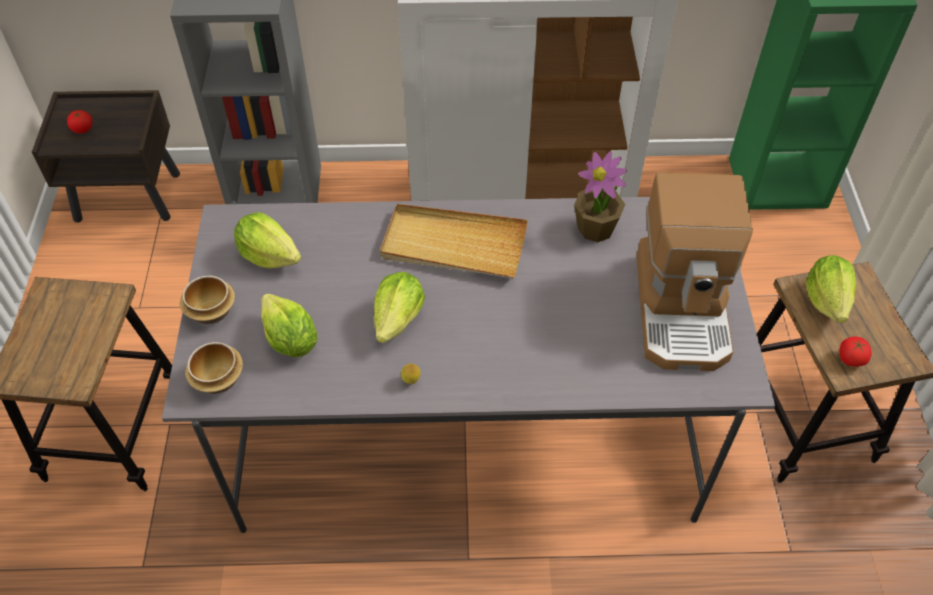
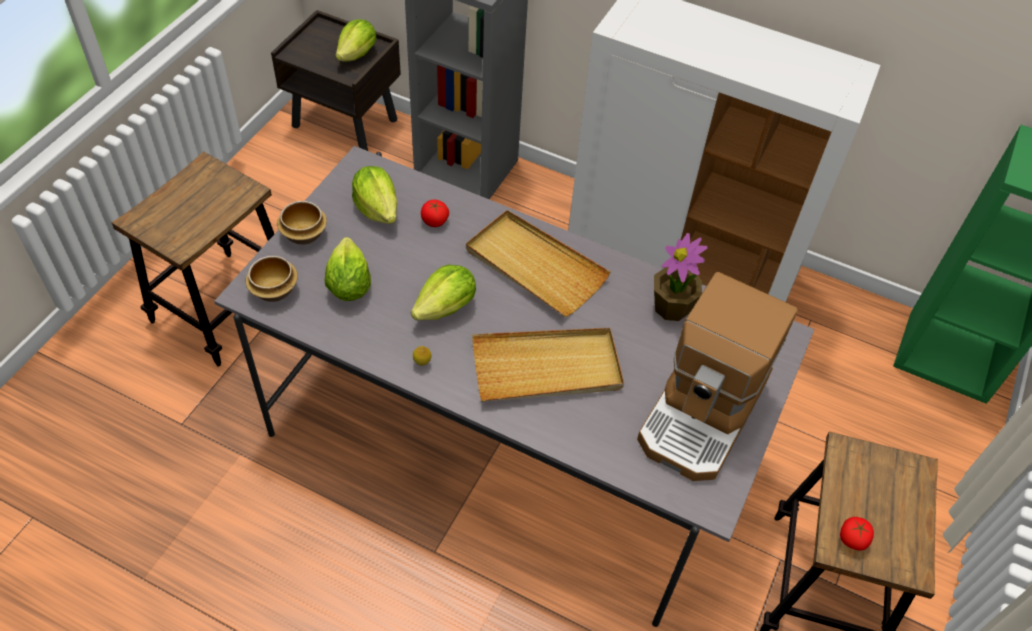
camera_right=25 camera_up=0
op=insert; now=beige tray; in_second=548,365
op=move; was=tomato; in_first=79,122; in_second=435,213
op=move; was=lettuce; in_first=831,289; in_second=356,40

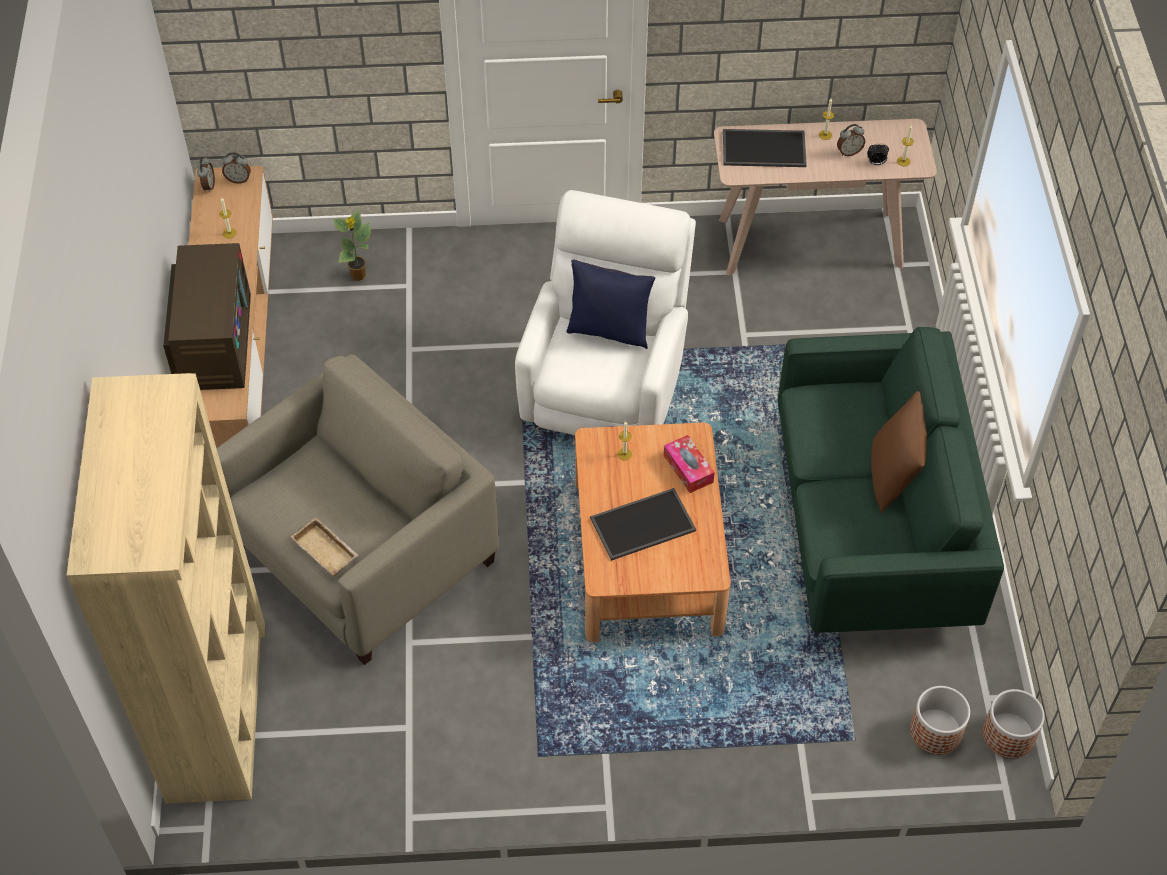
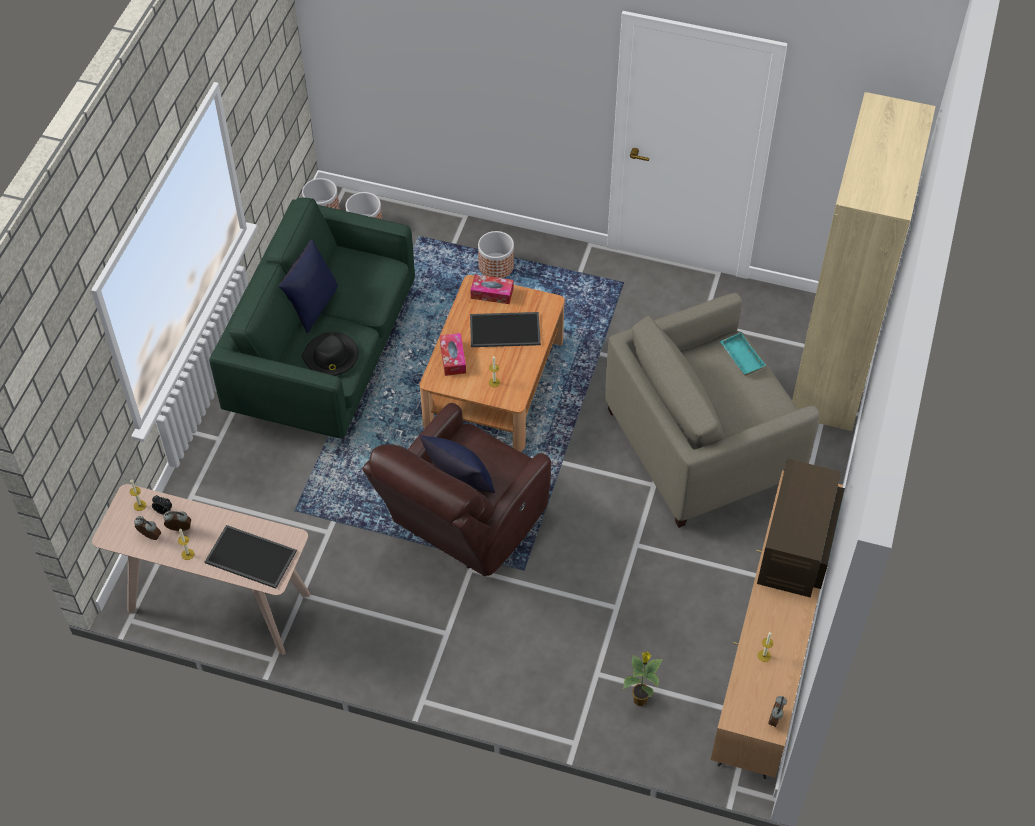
camera_right=-160 camera_up=0
op=insert; now=black hat; in_second=330,354
op=insert; now=tissue box; in_second=491,289
op=insert; now=planter; in_second=496,254
op=move; was=alarm clock; in_first=236,168; in_second=147,528
op=recolor; was=beige tray; now=turquoise tray; in_first=325,547; in_second=743,354
op=recolor; was=white armchair; now=brown armchair; in_first=605,312; in_second=456,489
op=recolor; was=brown pillow; now=blue pillow; in_first=899,452; in_second=308,286

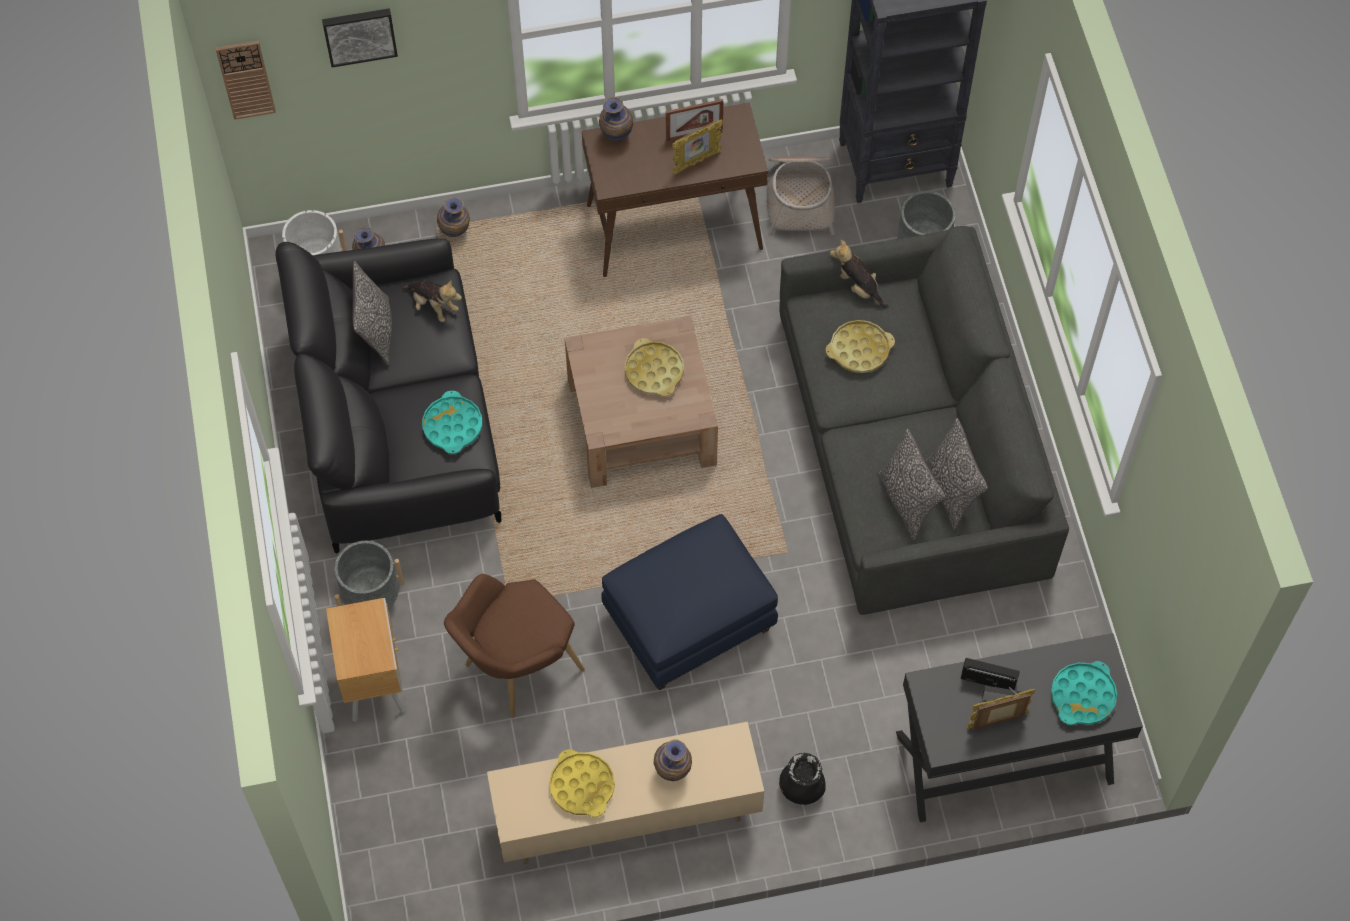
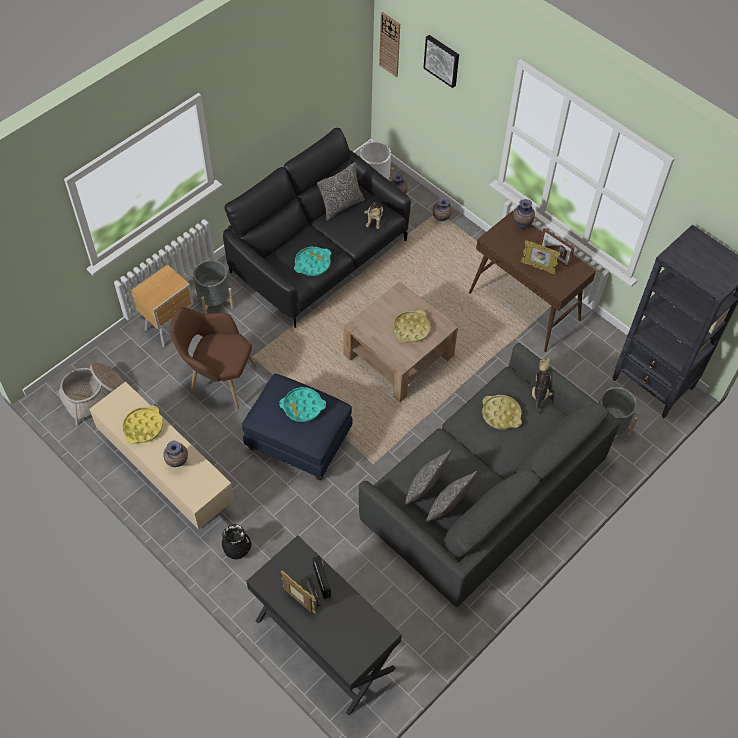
camera_right=55 camera_up=-5
op=move; was=basket; in_first=801,196; in_second=90,394
op=move; was=turquoise tray; in_first=1084,693; in_second=302,404

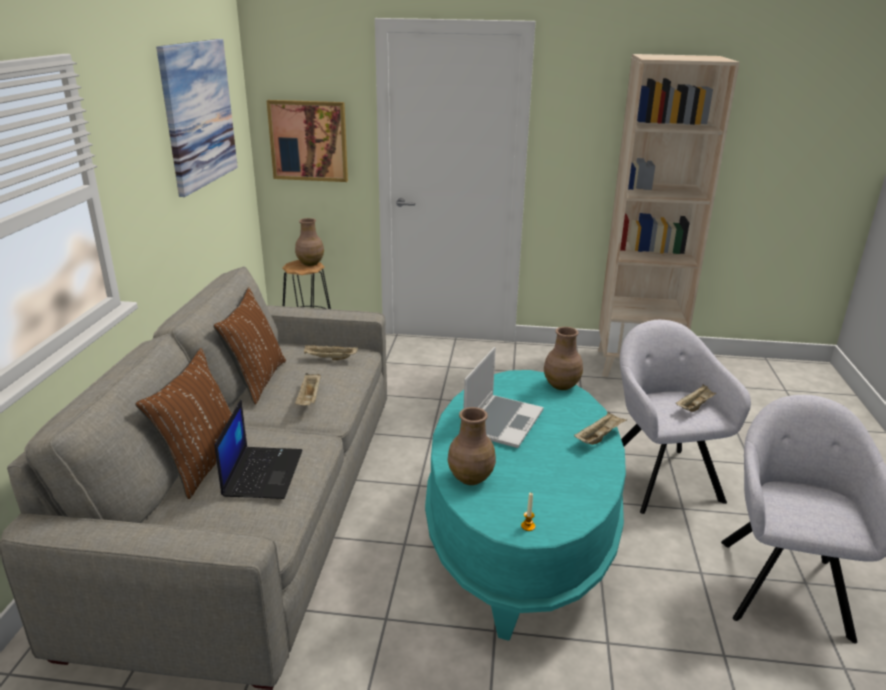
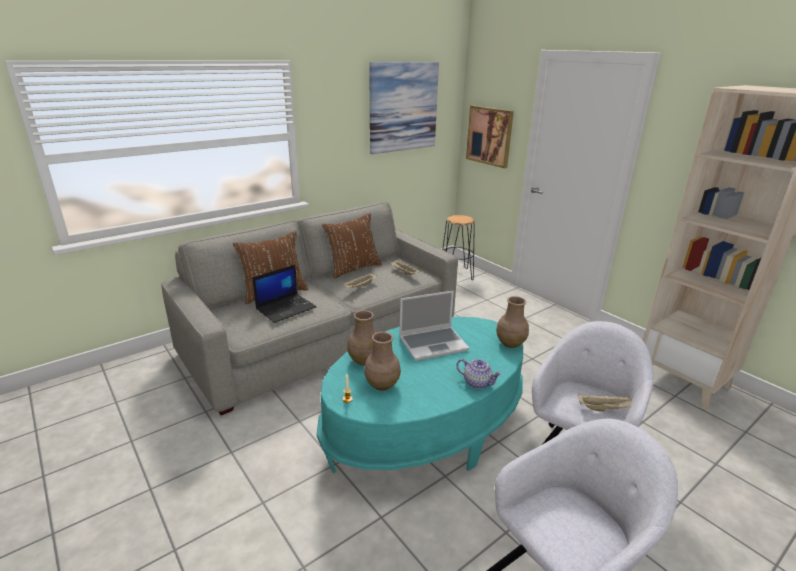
camera_right=45 camera_up=0
op=move; was=brown vase; in_first=309,242; in_second=382,361
op=replace; was=beige tray; now=teapot; in_first=600,428; in_second=479,374

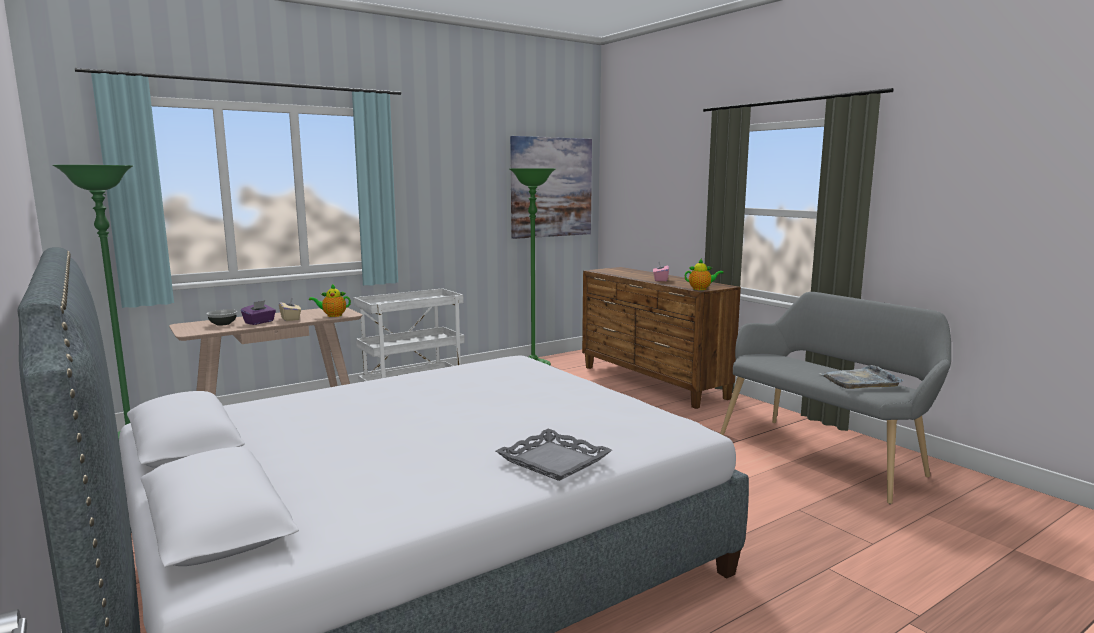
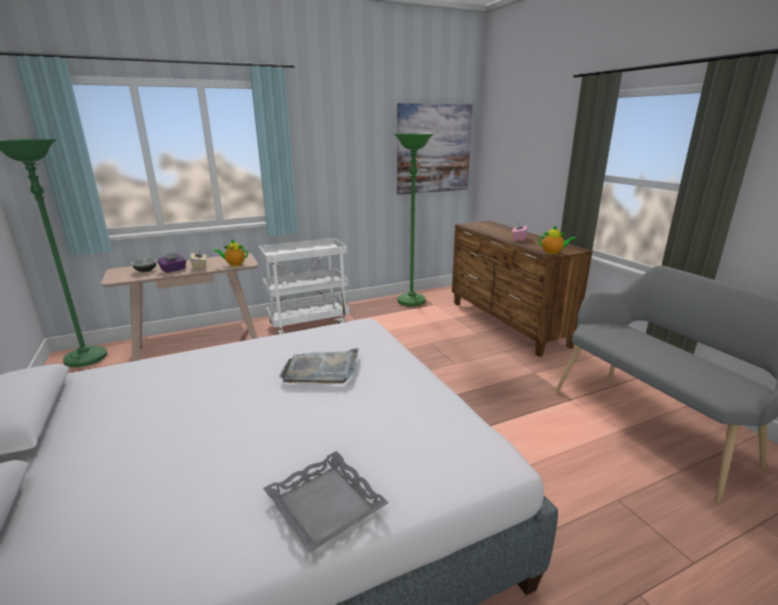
camera_right=10 camera_up=10
op=move; was=grey tray; in_first=861,377; in_second=319,366

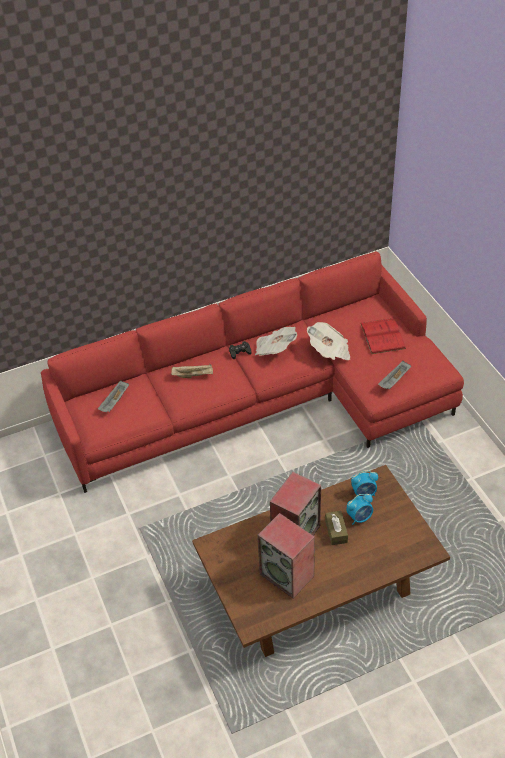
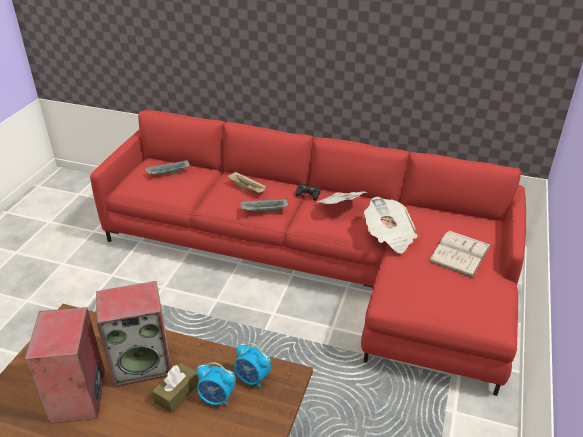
camera_right=40 camera_up=-10
op=move; was=grey tray; in_first=394,375; in_second=264,205
op=recolor; was=red book; now=white book; in_first=383,336; in_second=459,254

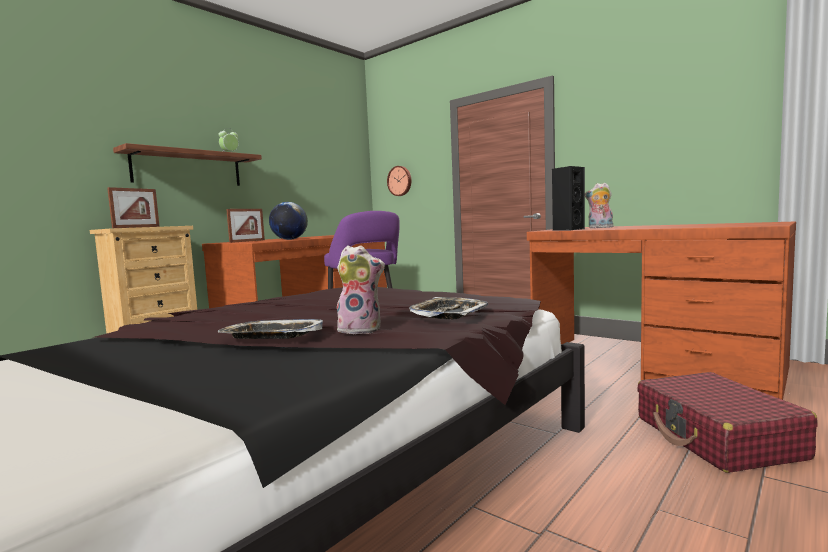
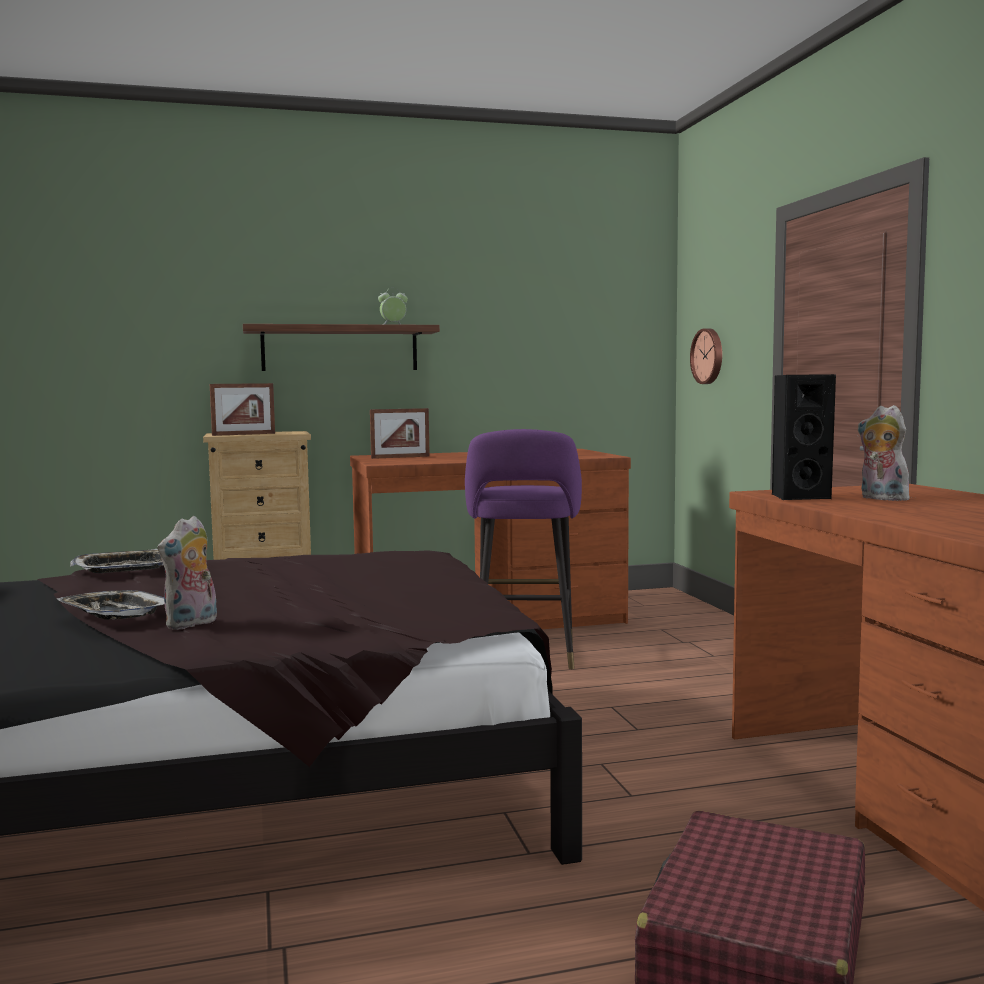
camera_right=35 camera_up=0
op=delete; was=globe; in_first=288,221
op=move; was=tray; in_first=448,308; in_second=116,561
op=rotate; was=plush toy; in_first=360,289; in_second=187,573; clockwise=75

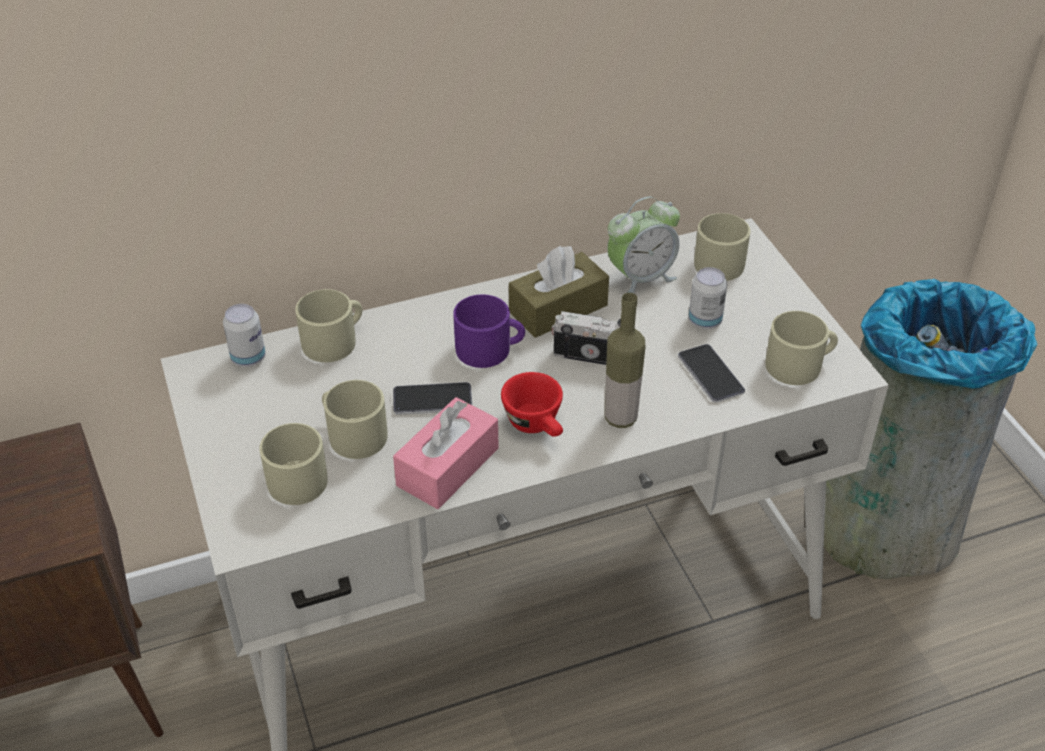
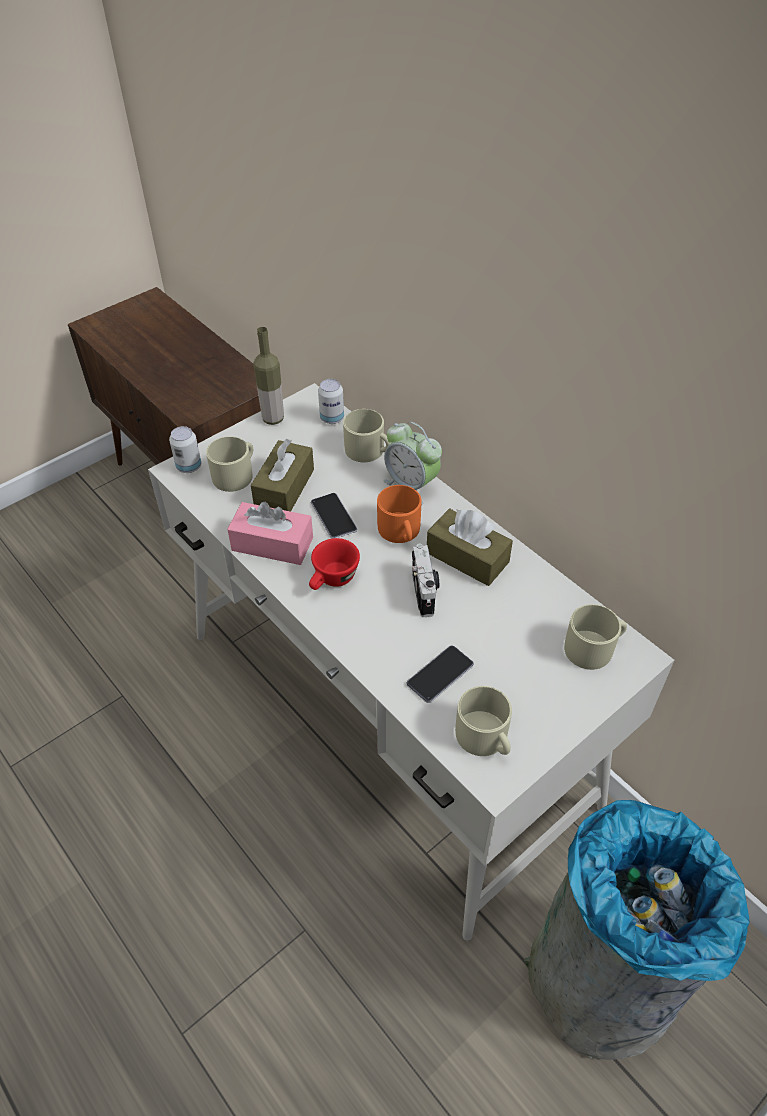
camera_right=70 camera_up=5
op=move; was=bottle; in_first=625,360; in_second=268,376
op=move; was=alarm clock; in_first=643,246; in_second=412,463
op=move; was=can; in_first=707,298; in_second=185,449
op=replace; was=beige mug; now=brown tissue box; in_first=354,419; in_second=282,475
op=recolor; was=purple mug; now=orange mug; in_first=489,331; in_second=399,514

